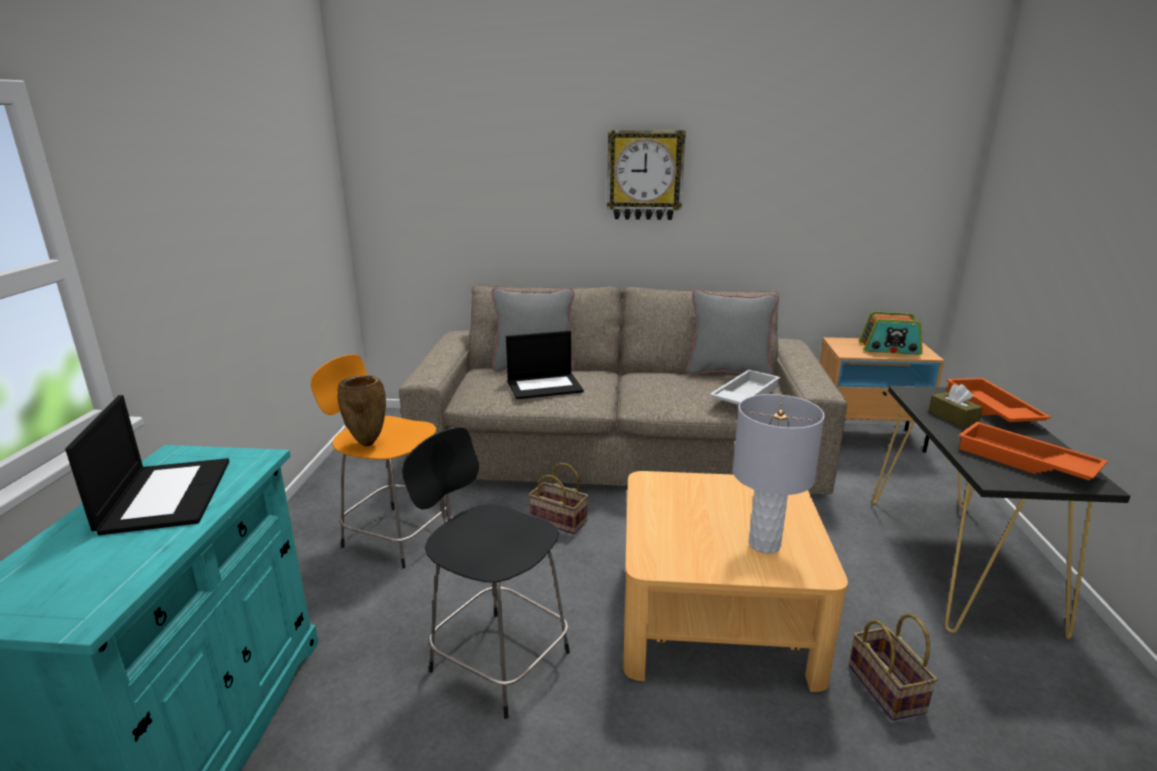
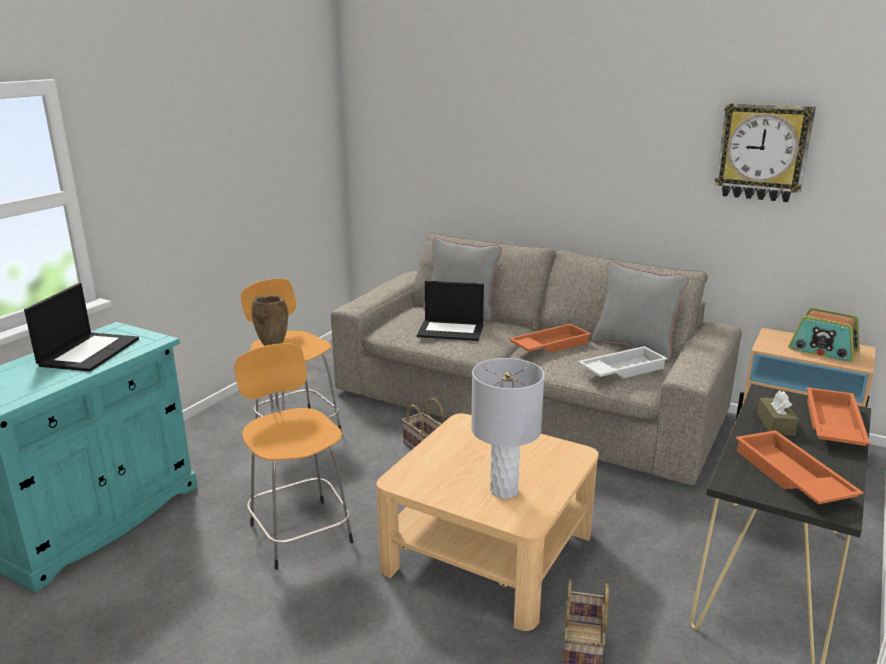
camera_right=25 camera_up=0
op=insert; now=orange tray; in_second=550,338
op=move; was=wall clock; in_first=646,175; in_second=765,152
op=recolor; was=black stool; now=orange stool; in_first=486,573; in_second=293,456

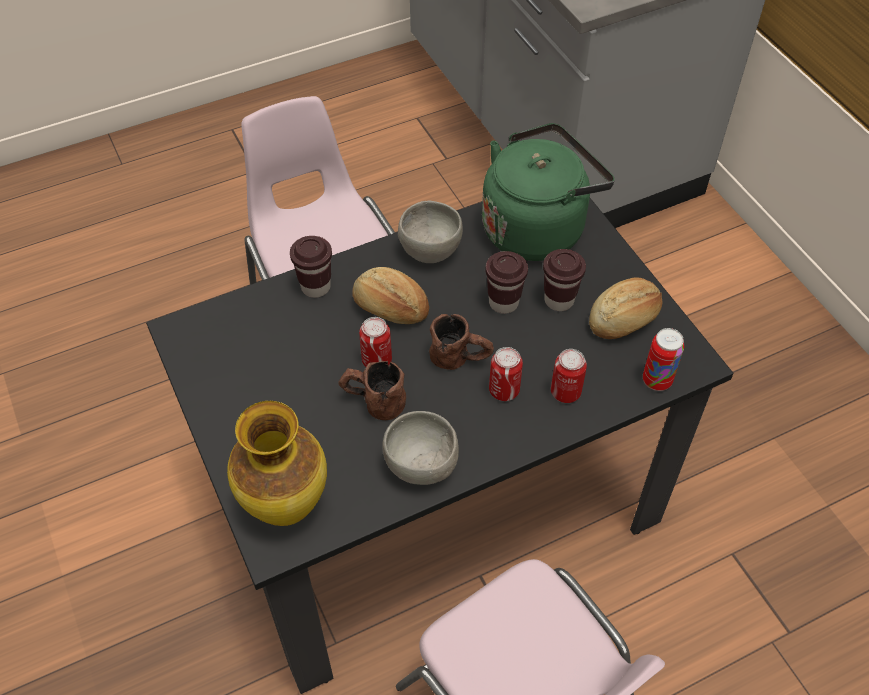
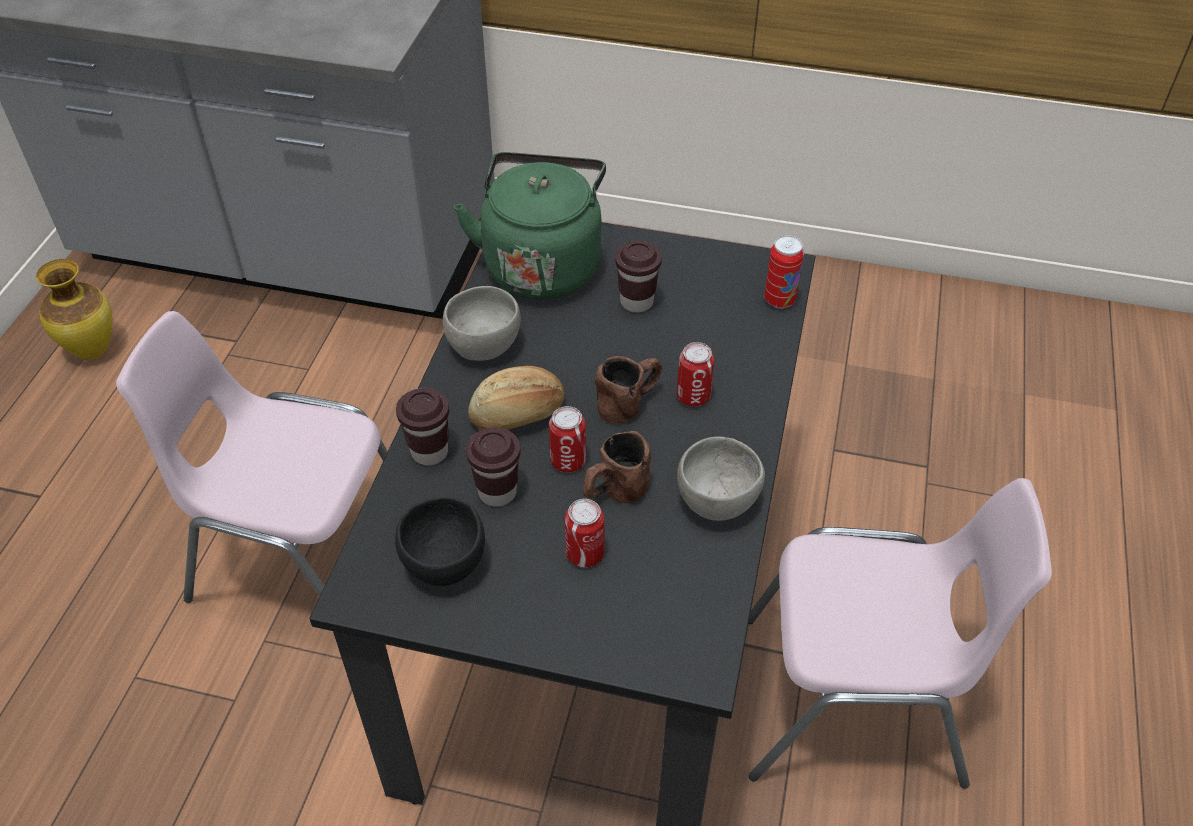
camera_right=-50 camera_up=-5
op=delete; was=bread; in_first=625,308
op=insert; now=black bowl; in_second=440,541
op=move; was=vase; in_first=277,463; in_second=74,309
op=move; was=brown cup; in_first=506,282; in_second=493,467
op=move; was=can; in_first=569,376; in_second=584,533

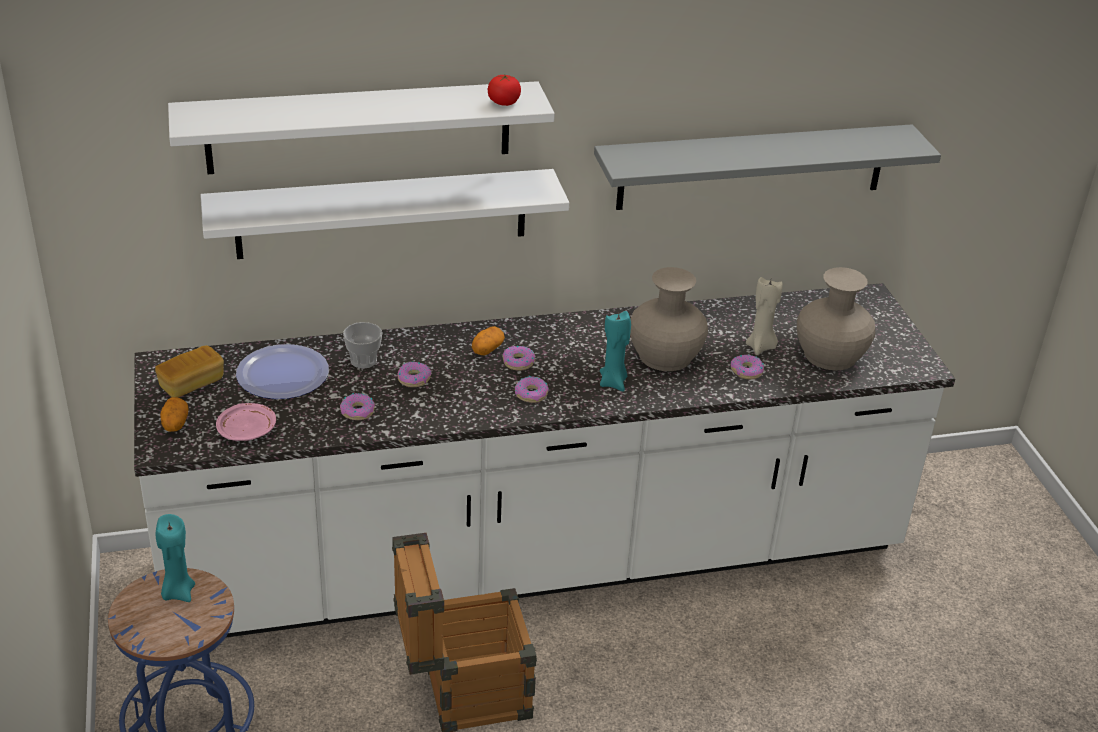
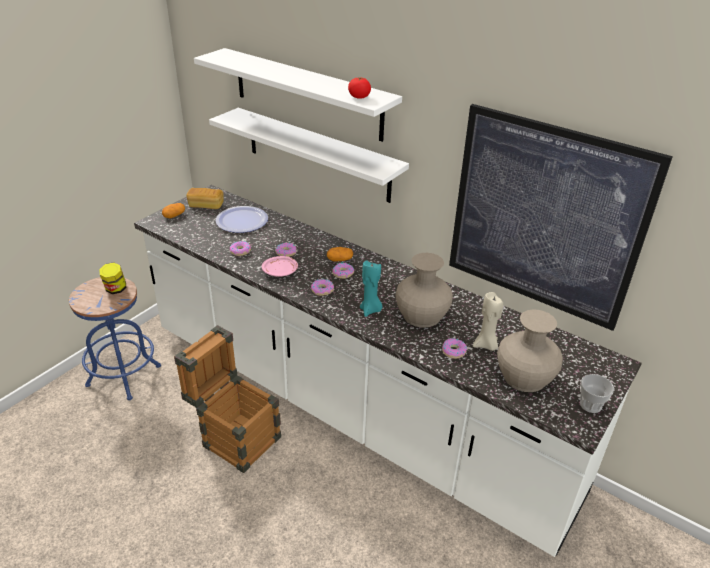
camera_right=50 camera_up=0
op=move; was=pink plate; in_first=246,422; in_second=280,266
op=move; was=cup; in_first=362,345; in_second=597,393
op=replace; was=turquoise candle; now=jar; in_first=175,558; in_second=112,278
op=replace; was=grey shelf; now=picture; in_first=767,167; in_second=561,217

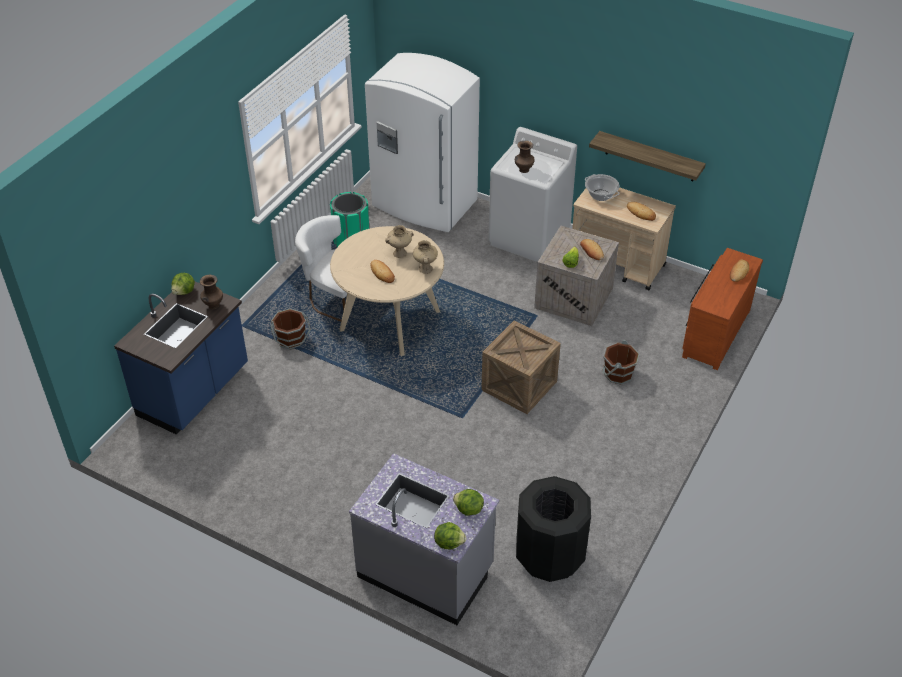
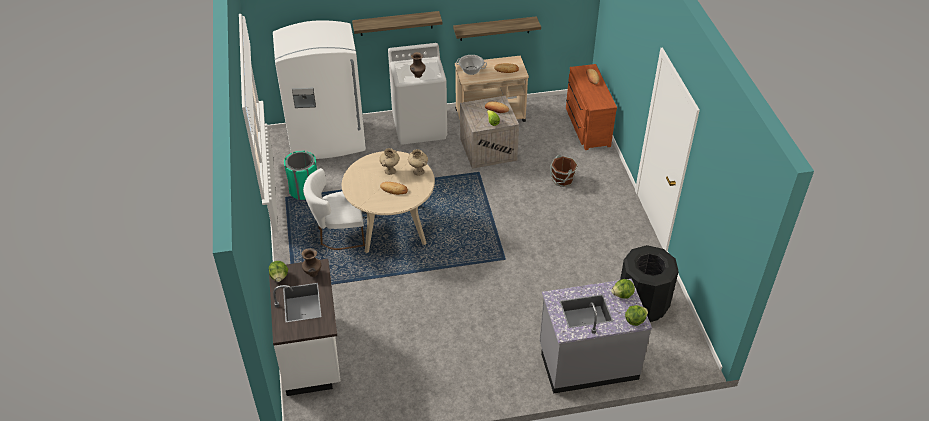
camera_right=-40 camera_up=0
op=delete; was=brown bucket; in_first=290,329
op=delete; was=crate; in_first=521,367
op=insert; now=shelf; in_second=397,23
op=recolor; was=blue counter; now=white counter; in_first=181,358; in_second=304,327

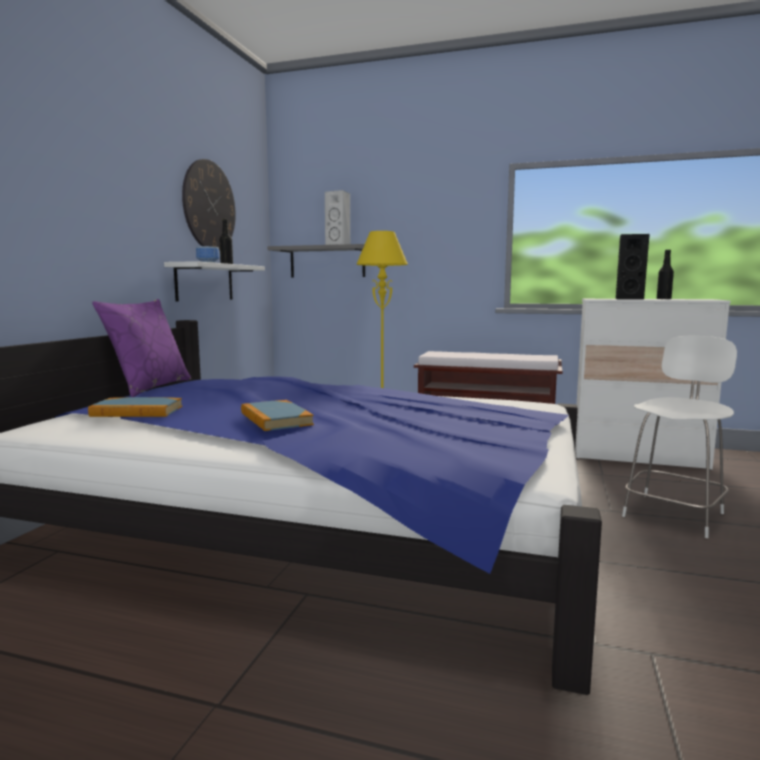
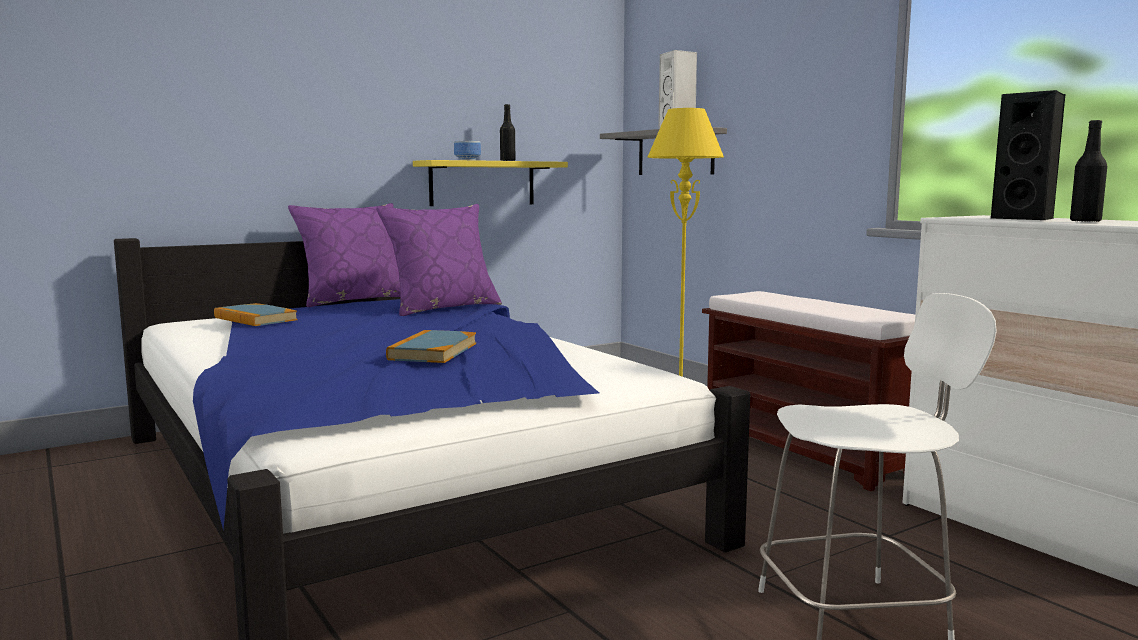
camera_right=40 camera_up=0
op=delete; was=wall clock; in_first=209,204
op=insert; now=purple pillow; in_second=439,260
op=move; was=book; in_first=277,415; in_second=431,346
op=recolor; was=white shelf; now=yellow shelf; in_first=214,281; in_second=490,183

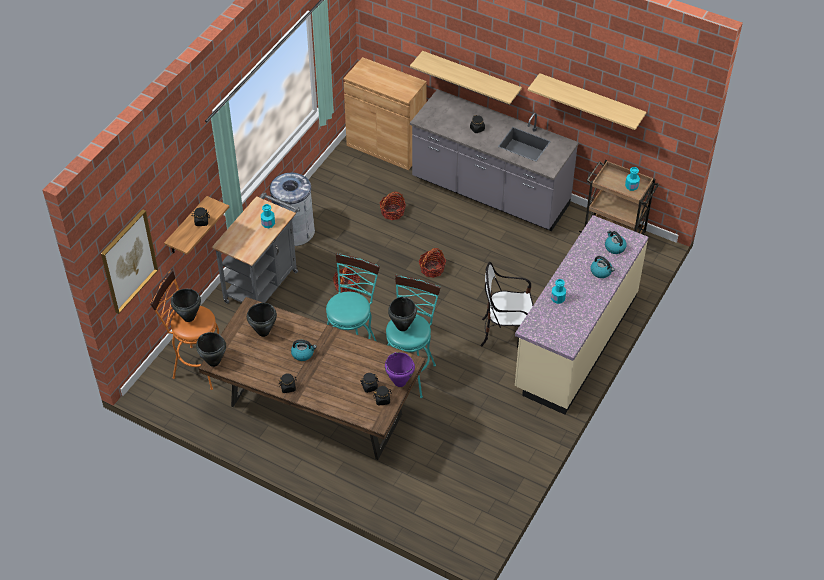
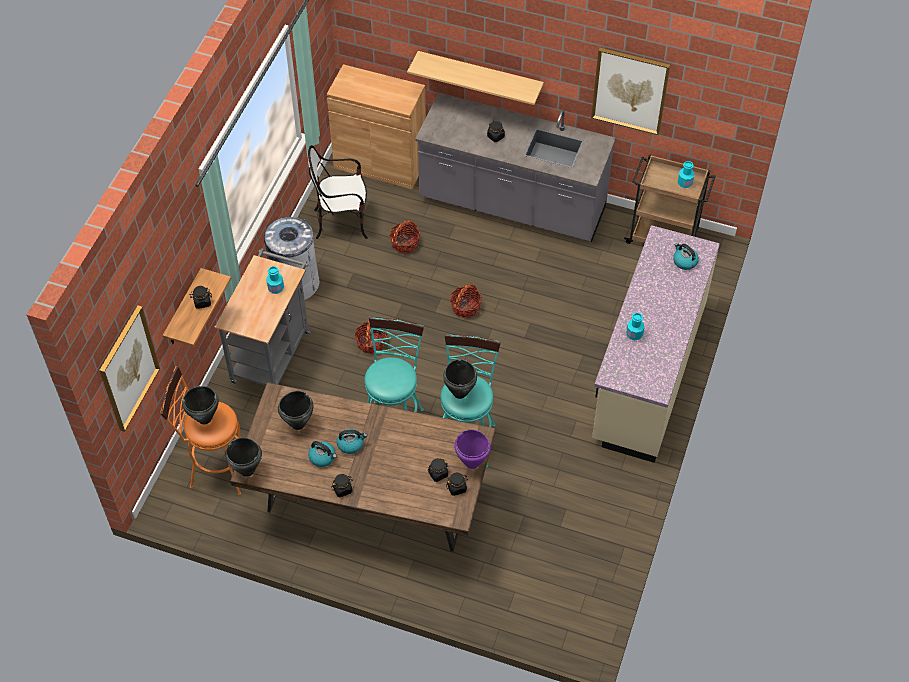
camera_right=-10 camera_up=5
op=move; was=chair; in_first=507,304; in_second=338,192
op=move; was=kettle; in_first=603,267; in_second=322,454
op=replace; was=shelf; now=picture; in_first=587,101; in_second=630,91

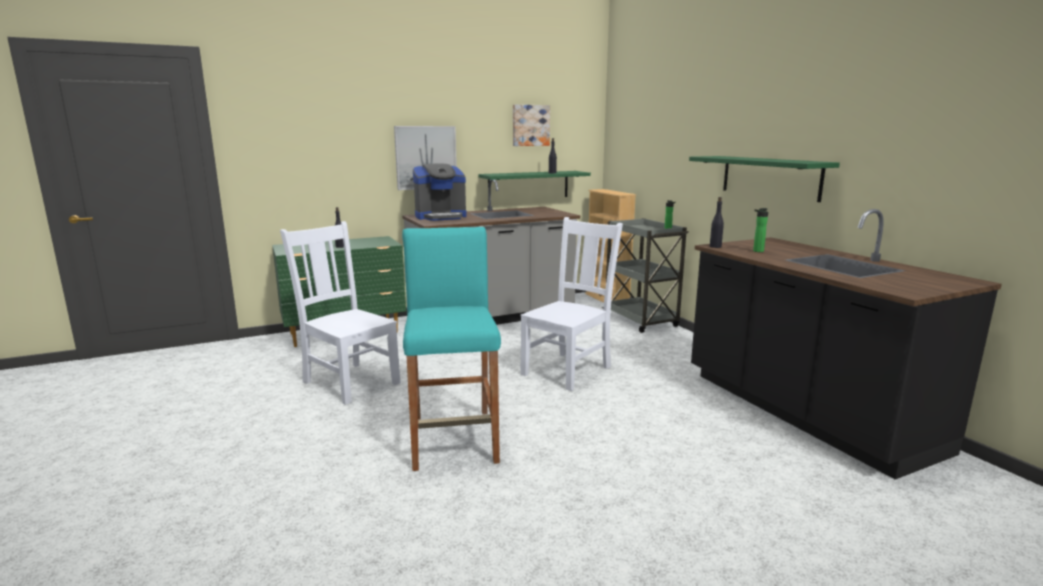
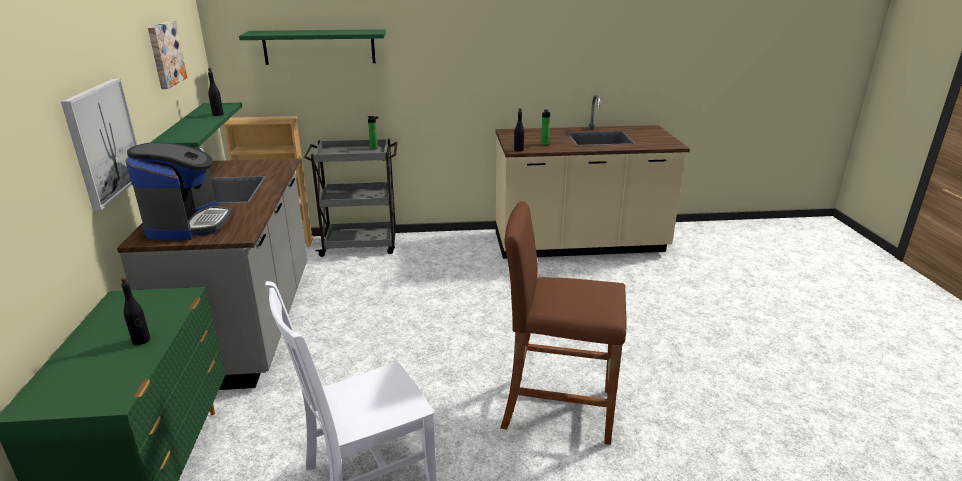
camera_right=-70 camera_up=10
op=delete; was=white chair; in_first=571,304
op=move; was=green shelf; in_first=764,179; in_second=312,47
op=recolor; was=turquoise stool; now=brown stool; in_first=451,349; in_second=563,323
op=recolor; was=black counter; now=beige counter; in_first=846,344; in_second=592,177

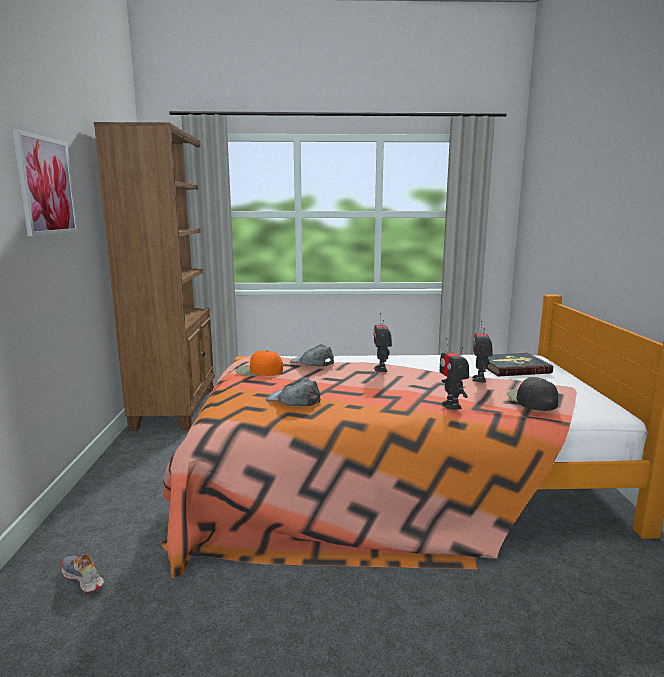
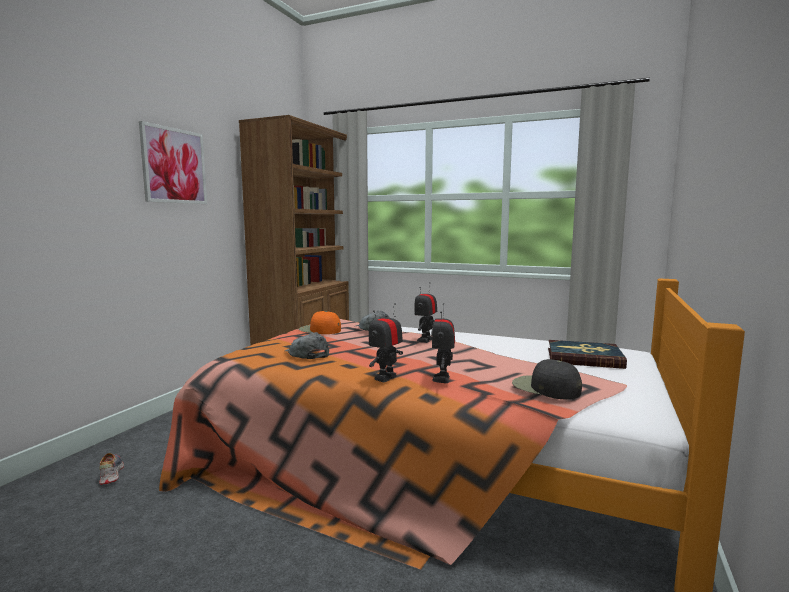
camera_right=25 camera_up=-5
op=move; was=toy robot; in_first=482,352; in_second=386,342
op=rotate; was=black cap; in_first=532,394; in_second=547,379; clockwise=-60

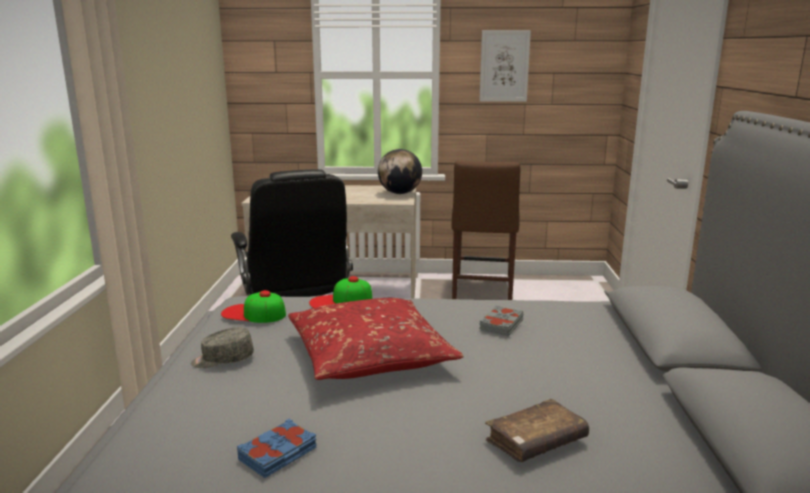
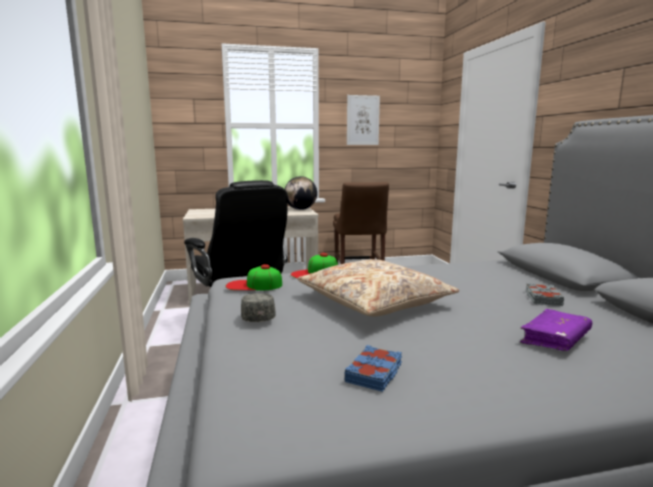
camera_right=-15 camera_up=-5
op=move; was=grey book; in_first=501,321; in_second=544,294
op=recolor; was=red pillow; now=beige pillow; in_first=375,339; in_second=378,287
op=recolor; was=brown book; now=purple book; in_first=537,430; in_second=556,330
op=rotate; was=grey cap; in_first=222,347; in_second=258,307; clockwise=105

